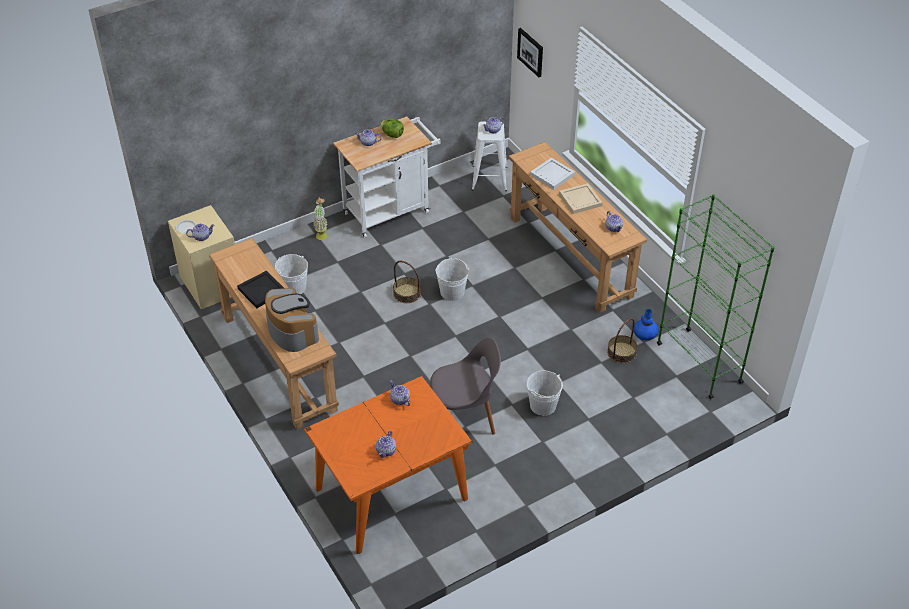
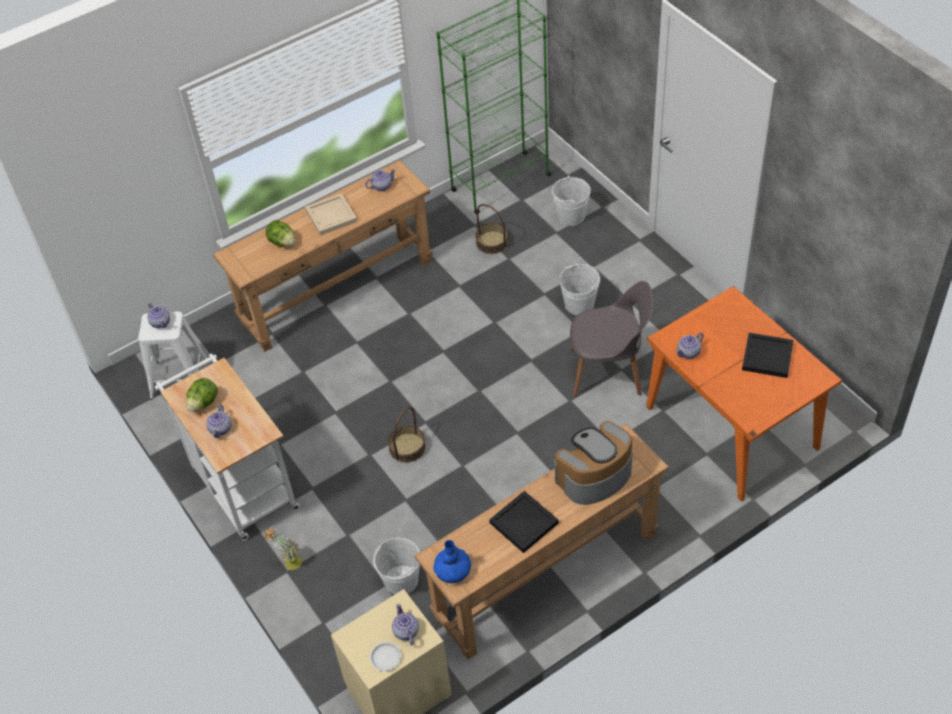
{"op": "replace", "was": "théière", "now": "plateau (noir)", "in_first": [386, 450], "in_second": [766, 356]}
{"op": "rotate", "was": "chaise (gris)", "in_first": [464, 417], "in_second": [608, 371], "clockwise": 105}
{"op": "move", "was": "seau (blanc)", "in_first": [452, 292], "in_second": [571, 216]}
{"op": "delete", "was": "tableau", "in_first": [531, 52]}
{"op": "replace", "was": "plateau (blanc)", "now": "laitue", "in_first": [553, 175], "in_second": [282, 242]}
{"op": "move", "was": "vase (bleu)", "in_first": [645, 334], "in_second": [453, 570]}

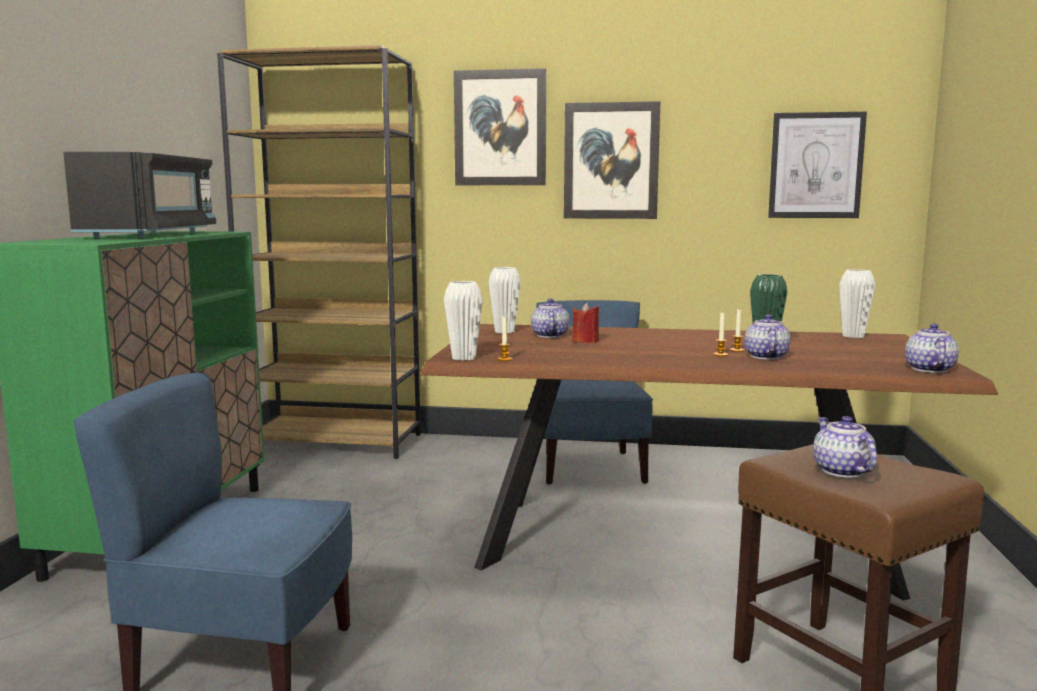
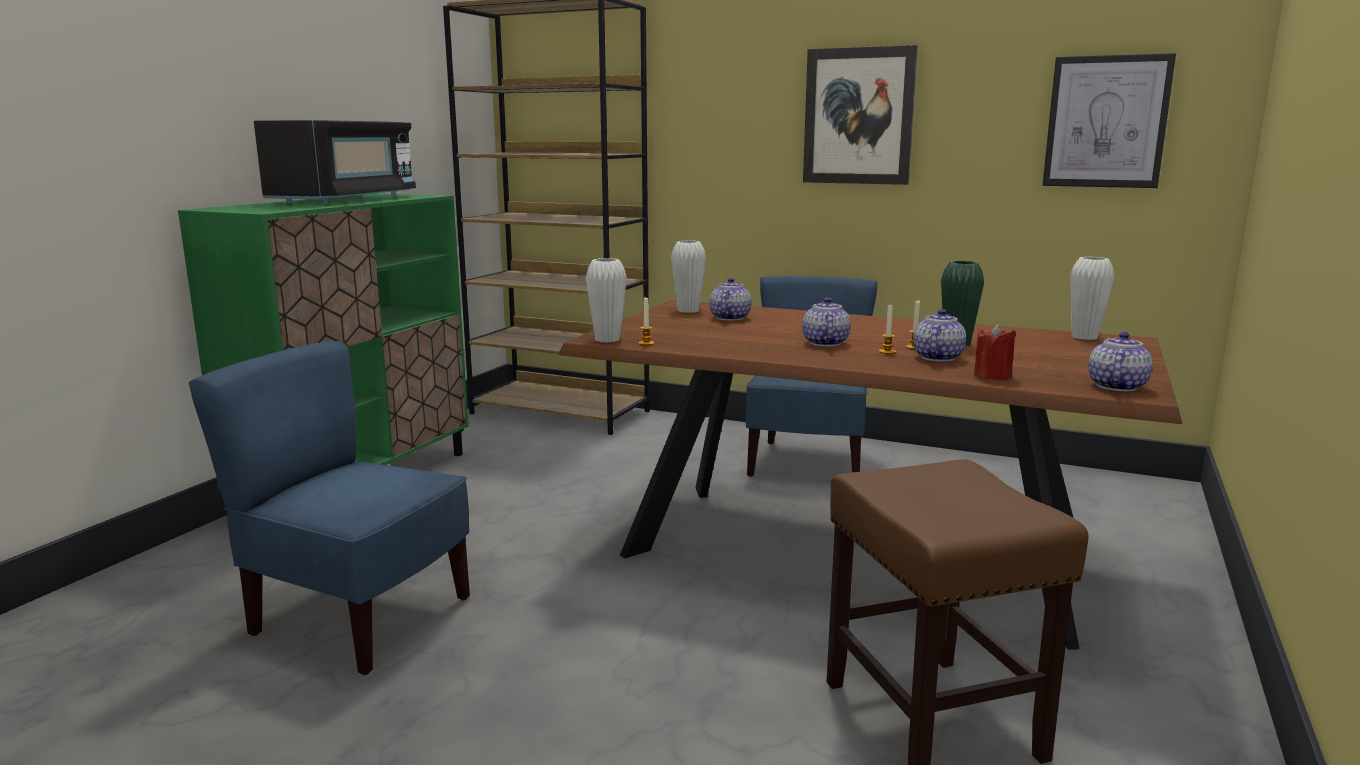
{"op": "delete", "was": "tableau", "in_first": [500, 128]}
{"op": "move", "was": "bougie (rouge)", "in_first": [585, 341], "in_second": [992, 376]}
{"op": "move", "was": "théière", "in_first": [842, 471], "in_second": [824, 343]}

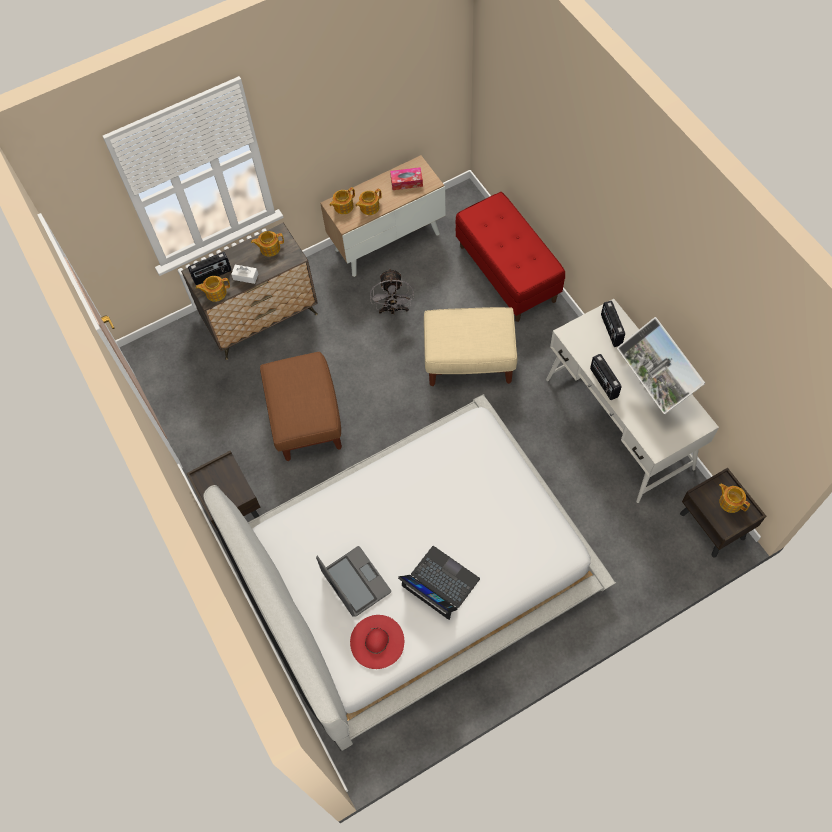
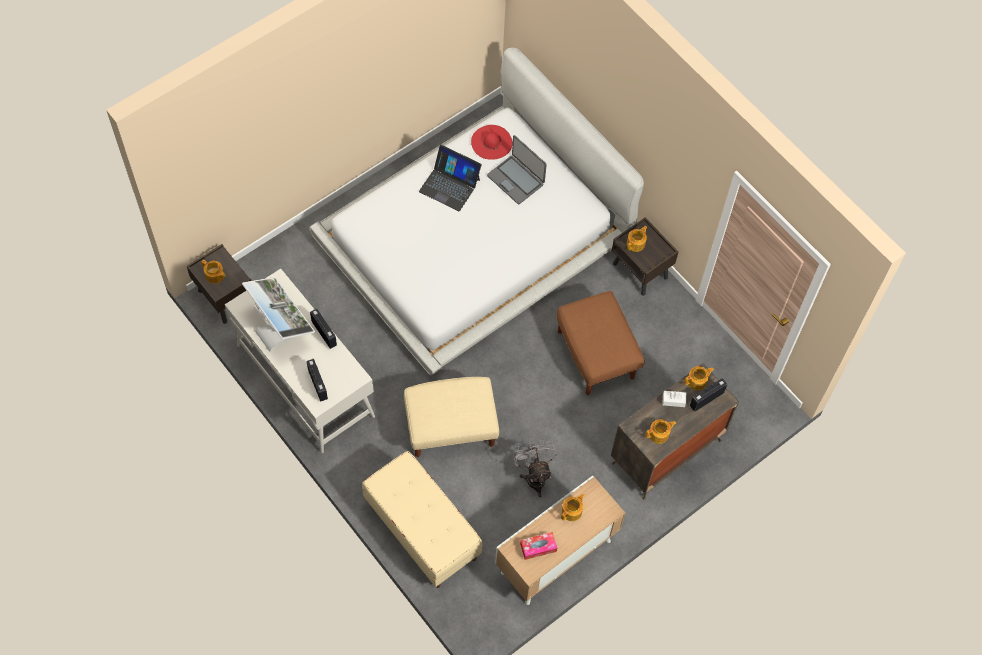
{"op": "move", "was": "théière", "in_first": [343, 206], "in_second": [636, 243]}
{"op": "recolor", "was": "banc (rouge)", "now": "banc (beige)", "in_first": [507, 273], "in_second": [421, 530]}

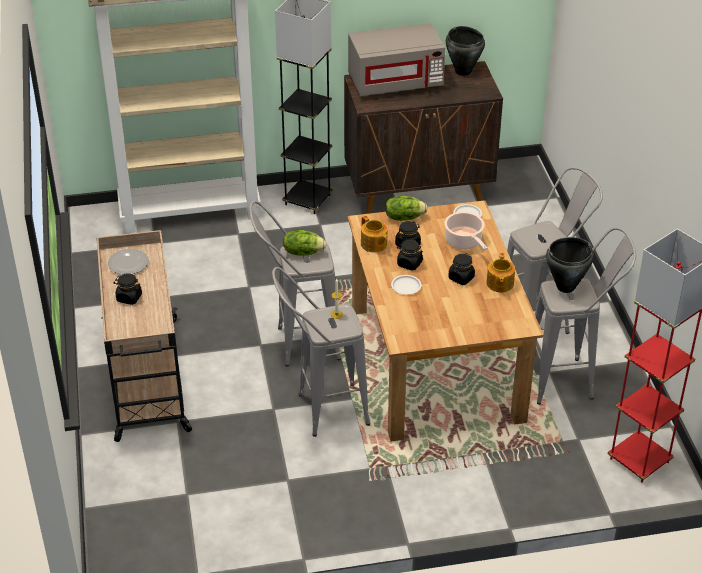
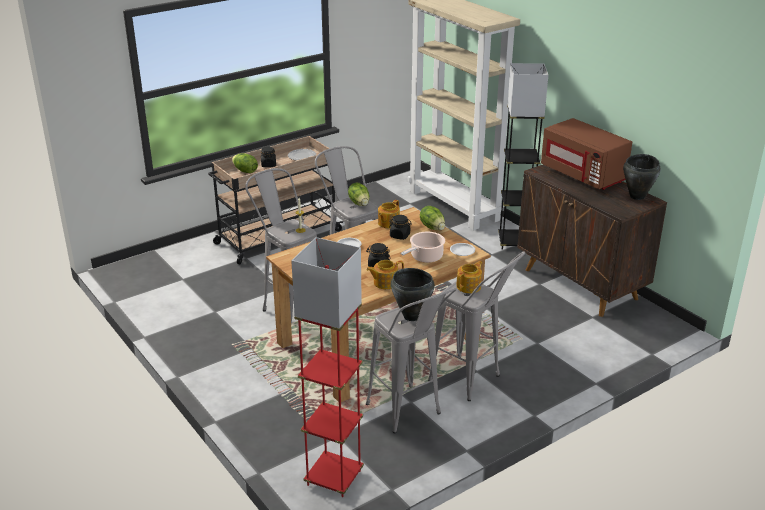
{"op": "recolor", "was": "micro-ondes (gris)", "now": "micro-ondes (marron)", "in_first": [395, 82], "in_second": [583, 175]}
{"op": "delete", "was": "bocal (noir)", "in_first": [409, 263]}
{"op": "insert", "now": "laitue", "in_second": [245, 171]}
{"op": "insert", "now": "théière", "in_second": [469, 286]}

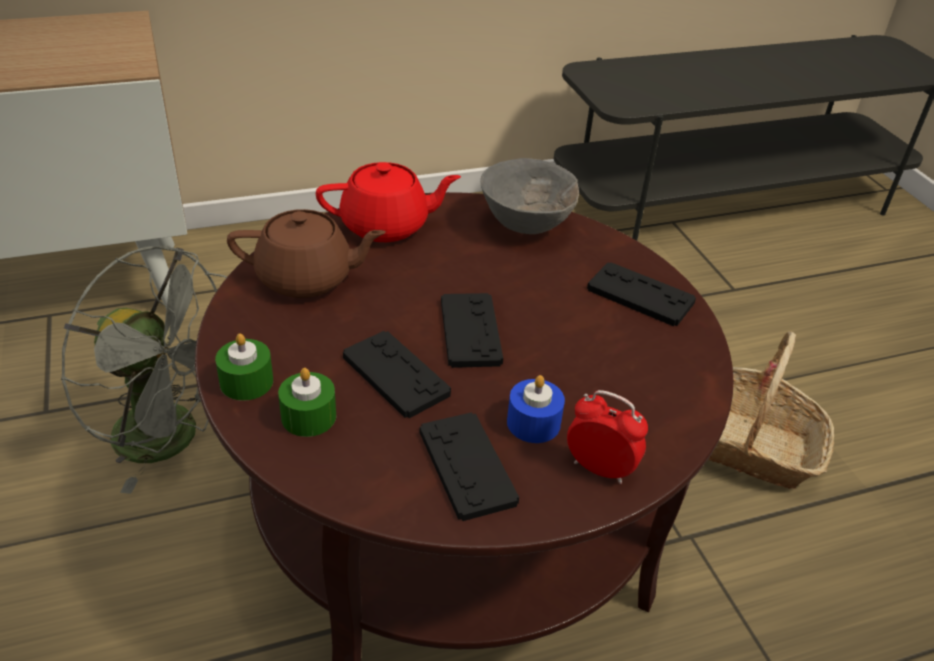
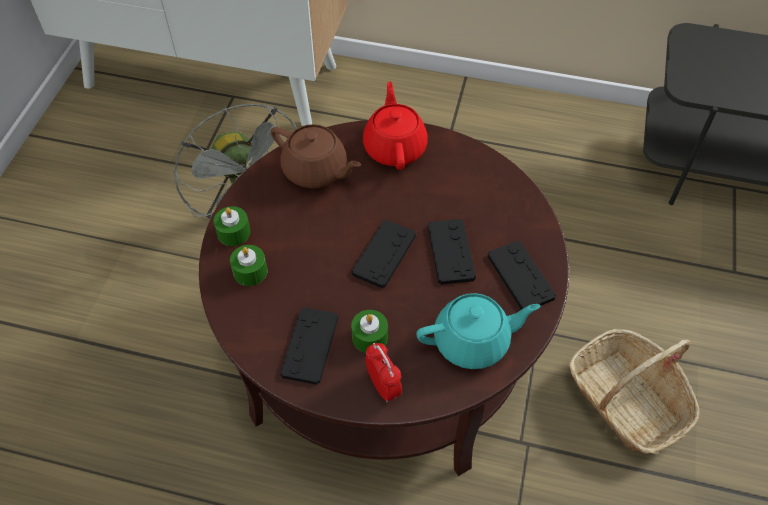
{"op": "rotate", "was": "théière (rouge)", "in_first": [386, 226], "in_second": [395, 147], "clockwise": -120}
{"op": "move", "was": "manette (noir)", "in_first": [395, 375], "in_second": [450, 252]}
{"op": "delete", "was": "bol (gris)", "in_first": [527, 226]}
{"op": "recolor", "was": "bougie (bleu)", "now": "bougie (vert)", "in_first": [533, 423], "in_second": [370, 337]}
{"op": "insert", "now": "théière (turquoise)", "in_second": [473, 341]}

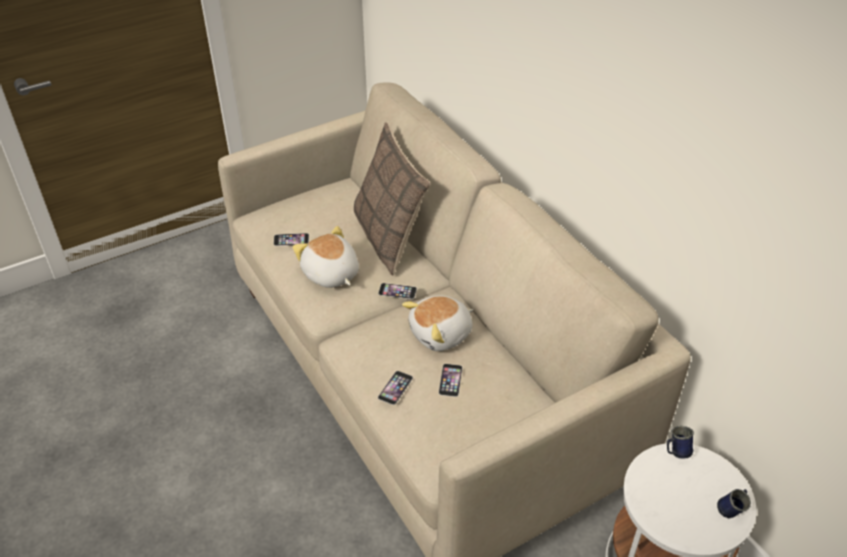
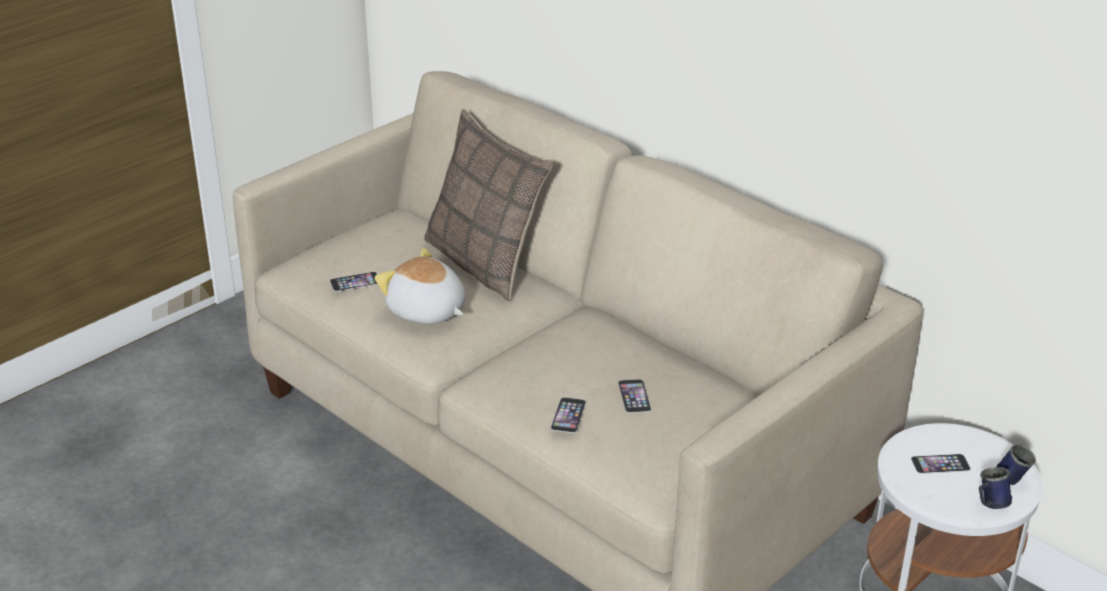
{"op": "move", "was": "téléphone", "in_first": [397, 291], "in_second": [940, 464]}
{"op": "delete", "was": "peluche", "in_first": [441, 334]}
{"op": "move", "was": "mug (bleu)", "in_first": [676, 452], "in_second": [989, 505]}

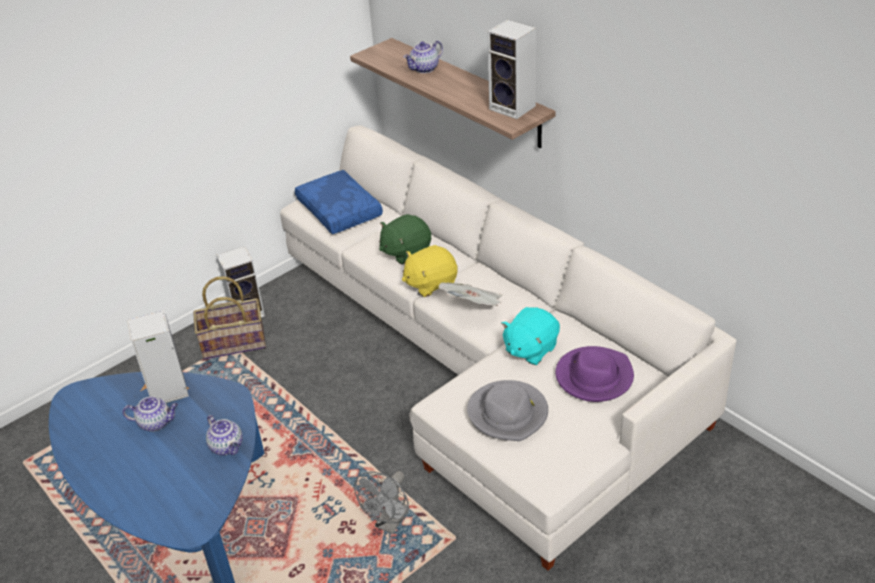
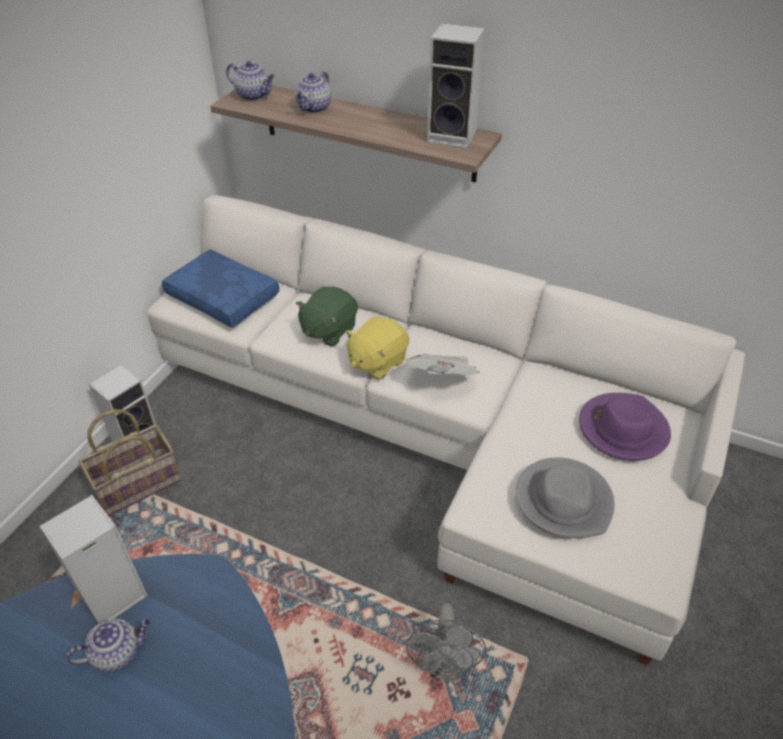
{"op": "move", "was": "théière", "in_first": [227, 447], "in_second": [254, 95]}
{"op": "delete", "was": "peluche (turquoise)", "in_first": [530, 349]}

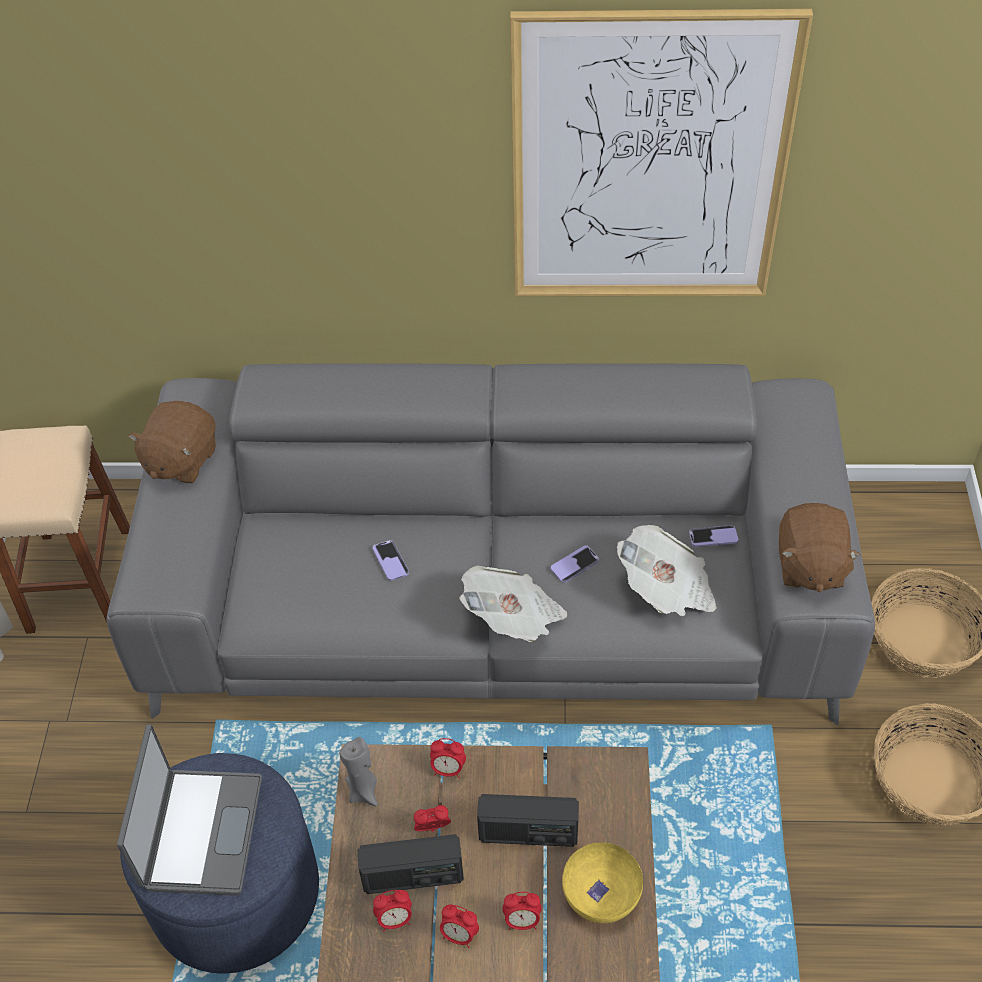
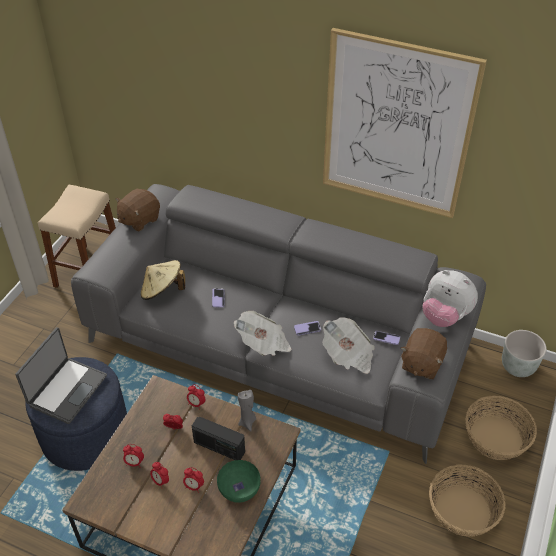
{"op": "move", "was": "bougie (gris)", "in_first": [363, 791], "in_second": [247, 422]}
{"op": "delete", "was": "radio", "in_first": [413, 876]}
{"op": "recolor", "was": "bol (jaune)", "now": "bol (vert)", "in_first": [600, 895], "in_second": [238, 489]}
{"op": "insert", "now": "chapeau (beige)", "in_second": [162, 291]}
{"op": "insert", "now": "peluche", "in_second": [444, 316]}
{"op": "insert", "now": "cache-pot (gris)", "in_second": [517, 367]}

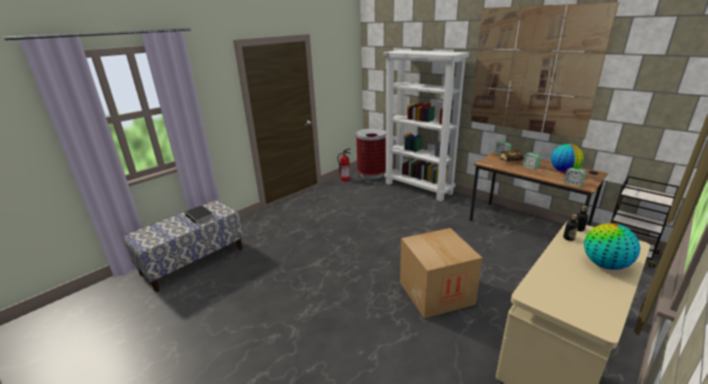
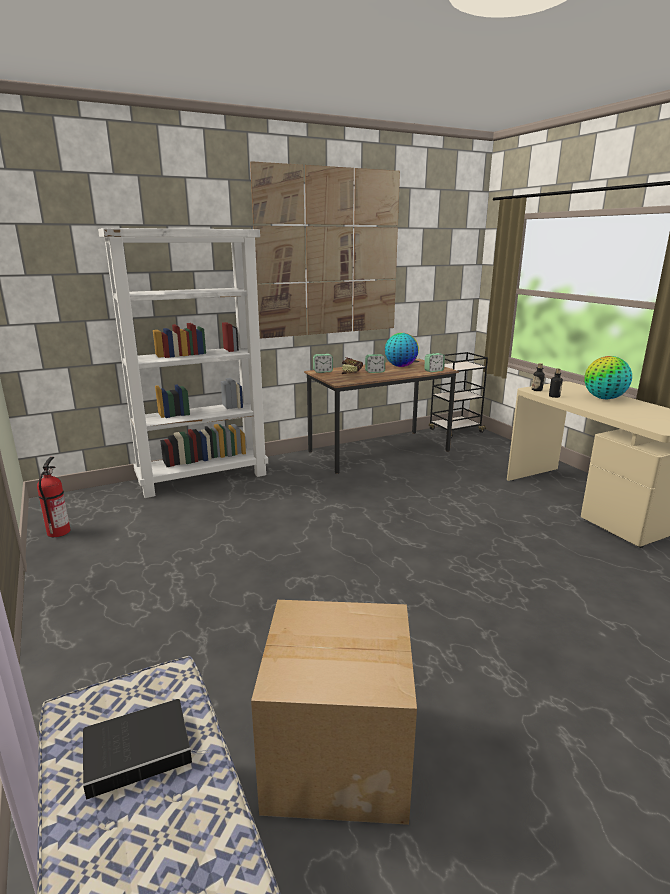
{"op": "delete", "was": "poubelle", "in_first": [371, 174]}
{"op": "move", "was": "carton", "in_first": [436, 292], "in_second": [337, 754]}

